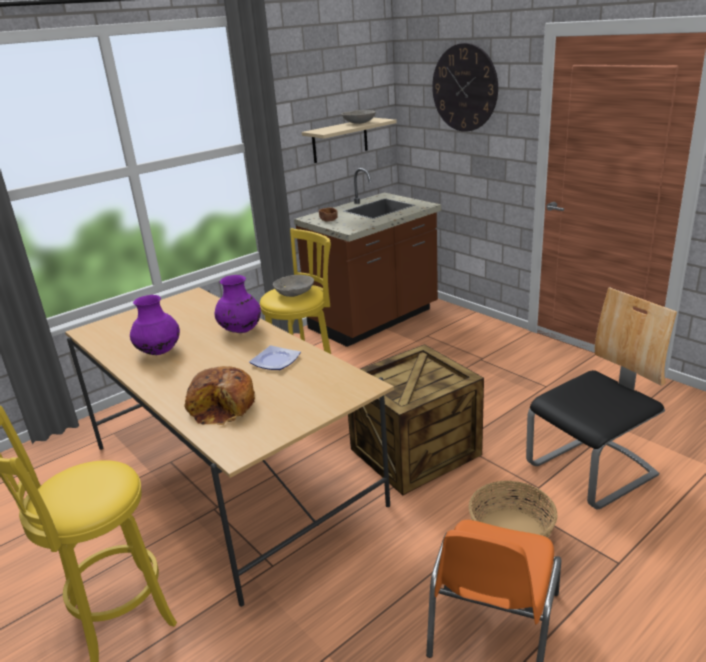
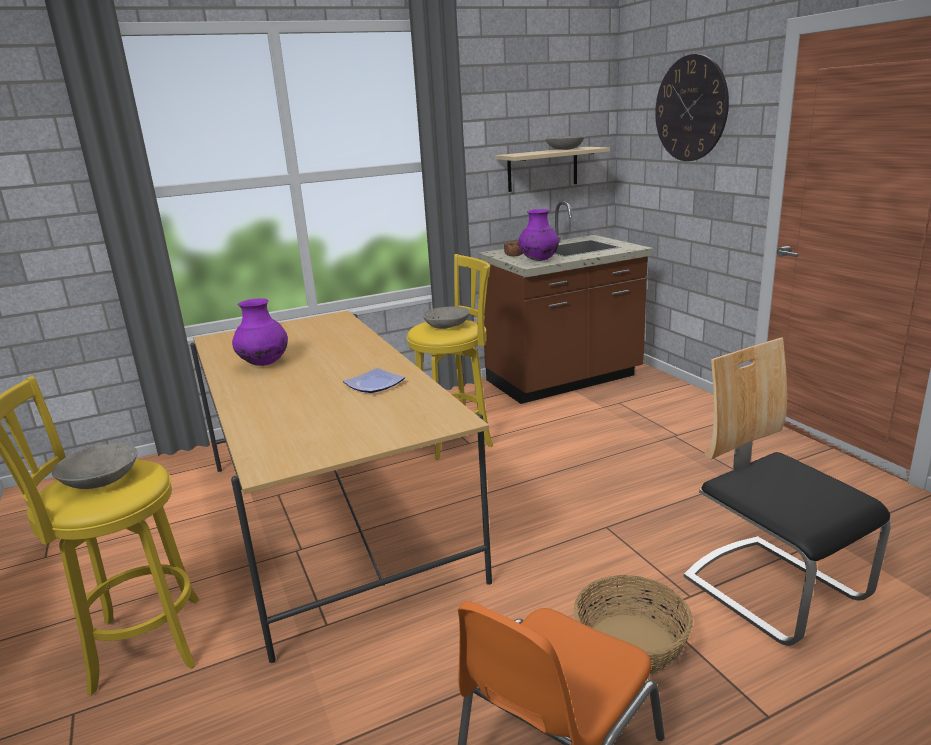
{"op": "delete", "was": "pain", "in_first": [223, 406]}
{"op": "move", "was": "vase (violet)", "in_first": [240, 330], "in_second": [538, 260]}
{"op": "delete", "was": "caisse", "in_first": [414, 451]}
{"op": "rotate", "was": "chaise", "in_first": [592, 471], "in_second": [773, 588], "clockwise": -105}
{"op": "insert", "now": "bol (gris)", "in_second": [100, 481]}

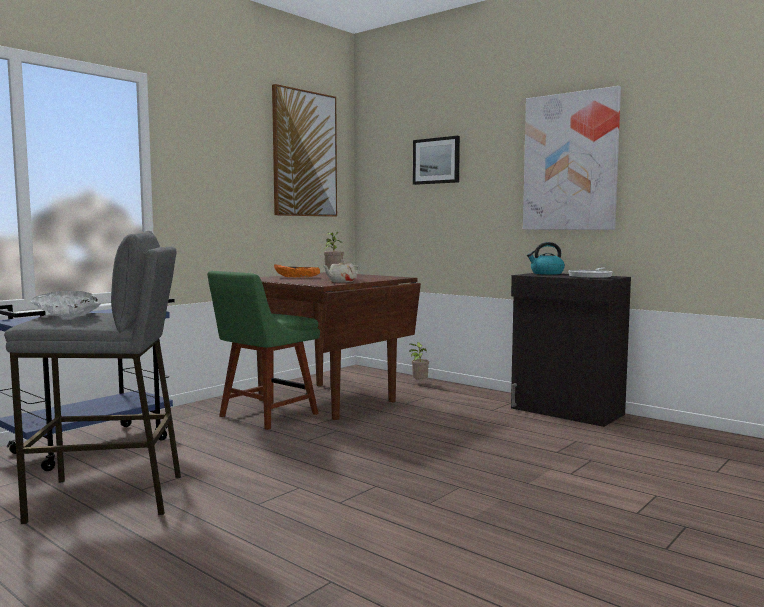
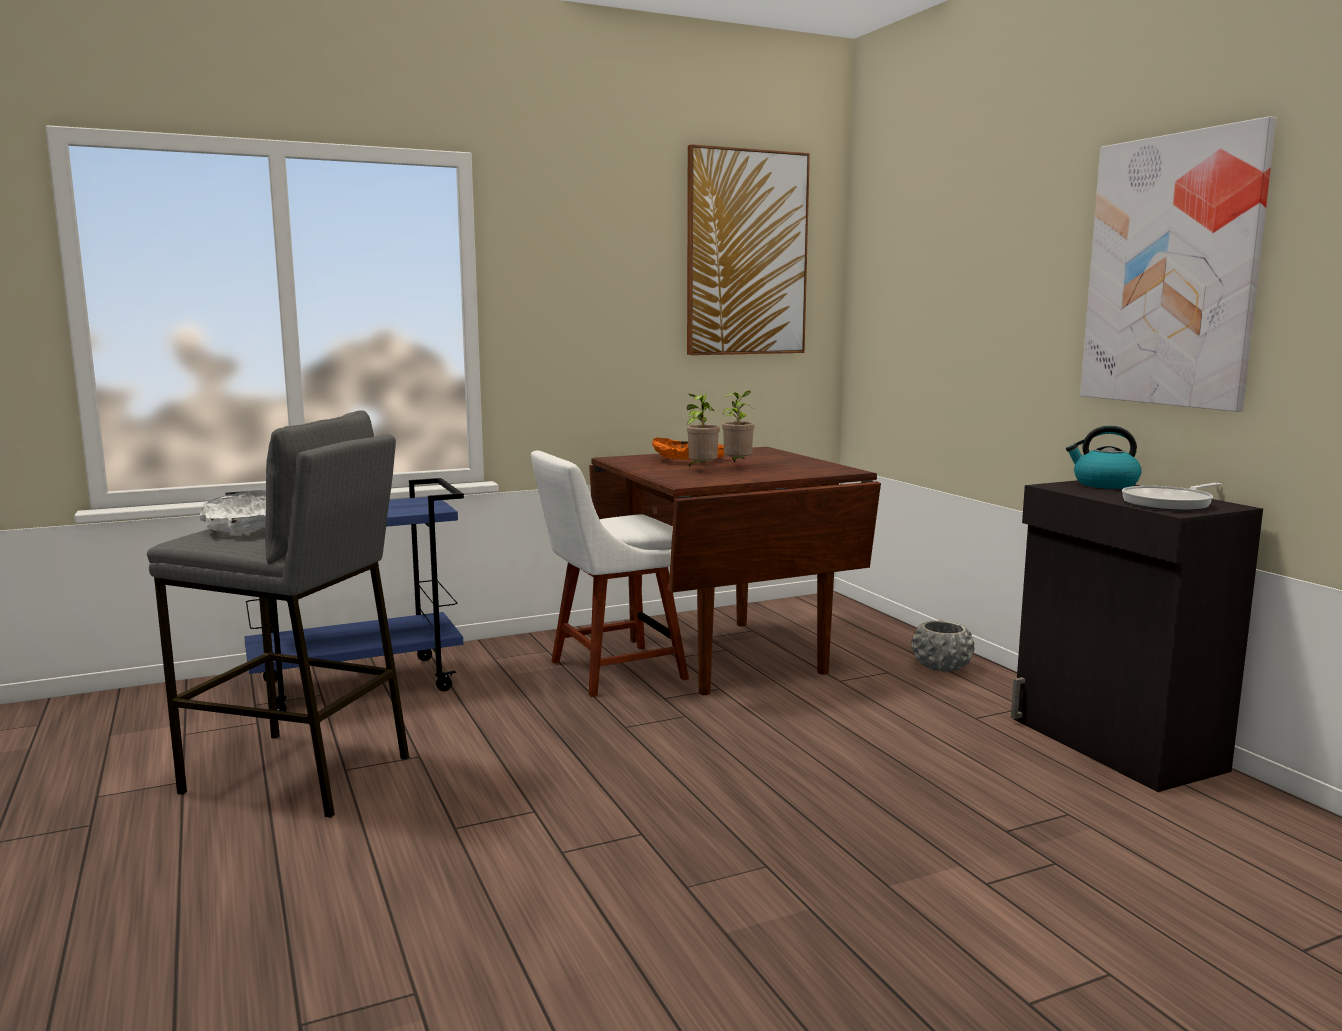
{"op": "recolor", "was": "chaise (vert)", "now": "chaise (blanc)", "in_first": [265, 416], "in_second": [611, 671]}
{"op": "delete", "was": "théière (beige)", "in_first": [341, 282]}
{"op": "move", "was": "plante en pot", "in_first": [419, 383], "in_second": [701, 470]}
{"op": "delete", "was": "tableau", "in_first": [436, 161]}
{"op": "insert", "now": "cache-pot (gris)", "in_second": [941, 666]}

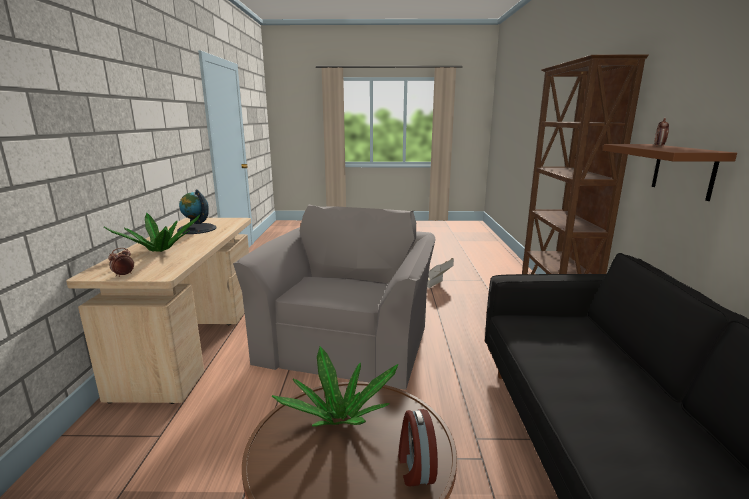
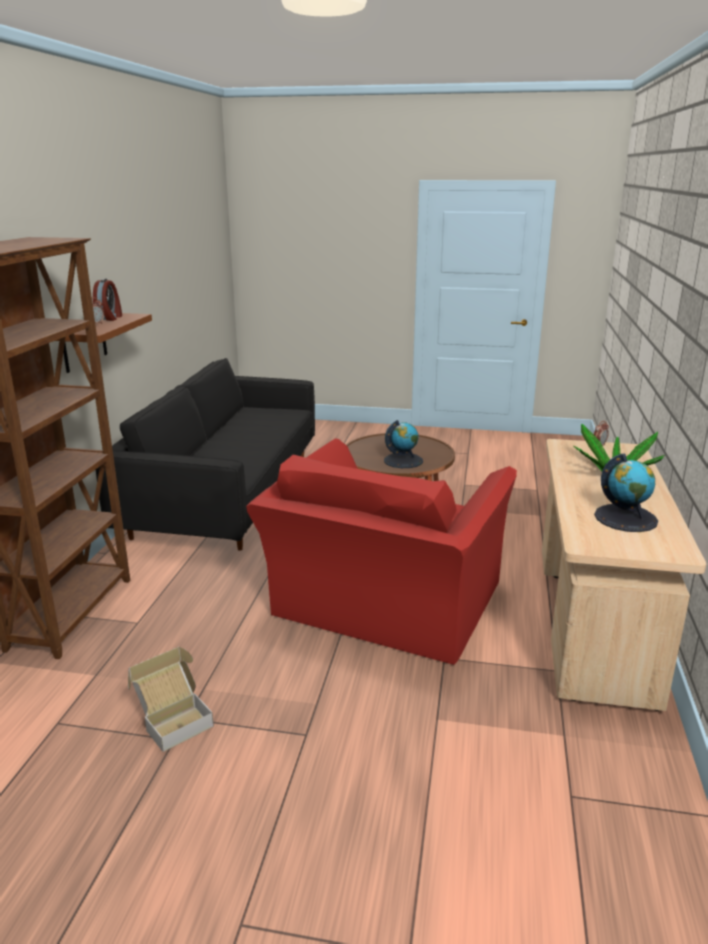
{"op": "recolor", "was": "fauteuil (gris)", "now": "fauteuil (rouge)", "in_first": [348, 339], "in_second": [383, 605]}
{"op": "replace", "was": "plante en pot", "now": "globe", "in_first": [339, 418], "in_second": [403, 460]}
{"op": "move", "was": "réveil", "in_first": [415, 467], "in_second": [110, 318]}

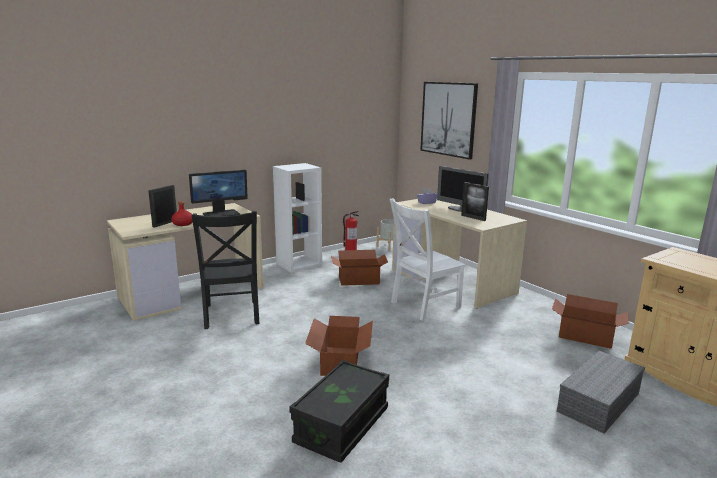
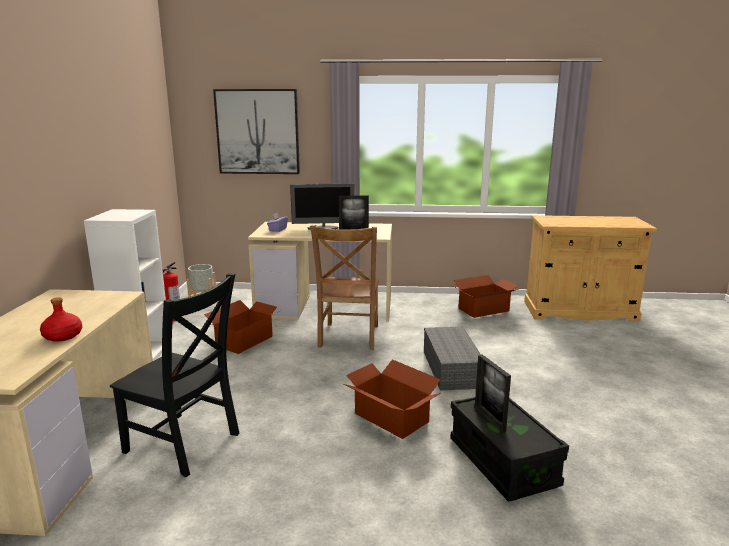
{"op": "move", "was": "cadre photo", "in_first": [165, 223], "in_second": [489, 419]}
{"op": "delete", "was": "écran d'ordinateur", "in_first": [221, 214]}
{"op": "recolor", "was": "chaise (blanc)", "now": "chaise (marron)", "in_first": [423, 305], "in_second": [348, 337]}
{"op": "move", "was": "boîte de rangement (gris)", "in_first": [598, 401], "in_second": [450, 368]}

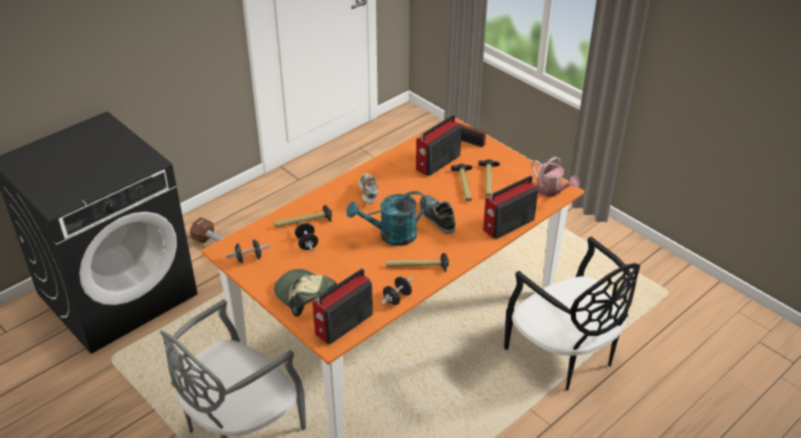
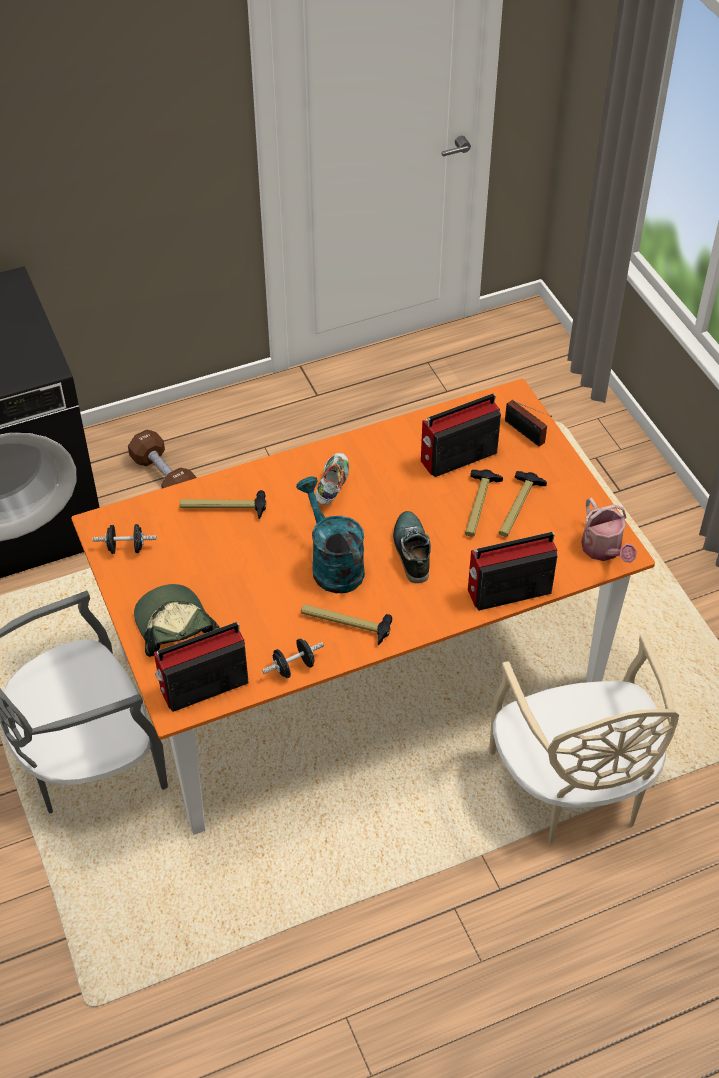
{"op": "delete", "was": "haltère (noir)", "in_first": [307, 244]}
{"op": "rotate", "was": "arrosoir (turquoise)", "in_first": [391, 236], "in_second": [332, 564], "clockwise": 60}
{"op": "recolor", "was": "chaise (noir)", "now": "chaise (beige)", "in_first": [564, 355], "in_second": [573, 787]}

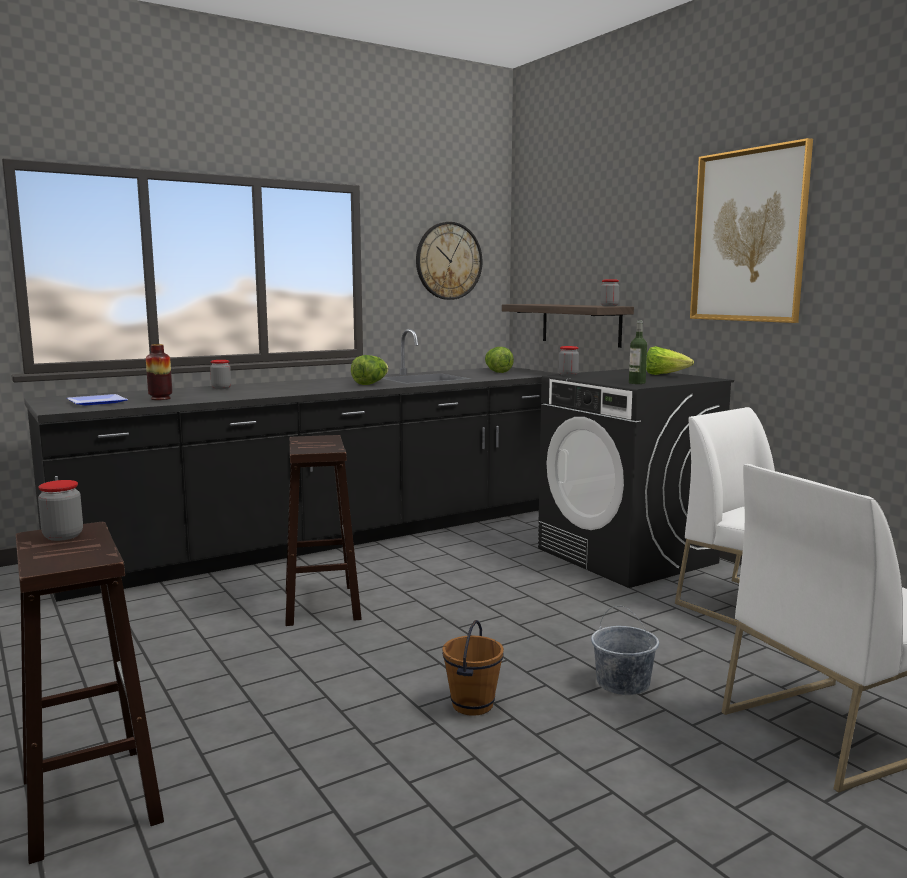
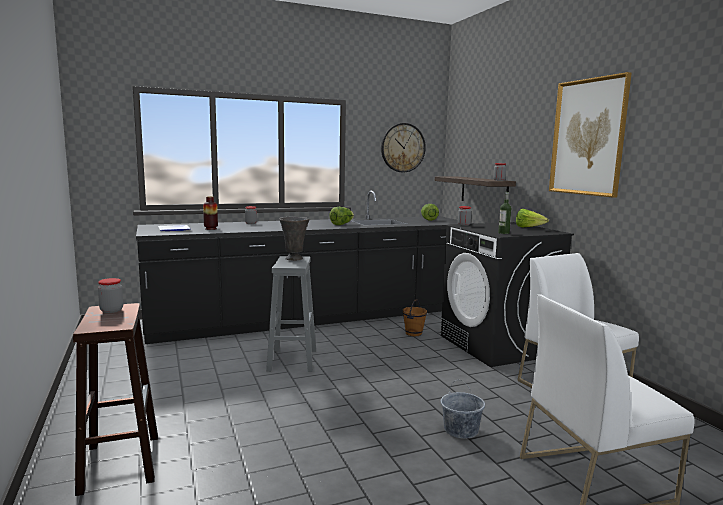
{"op": "recolor", "was": "tabouret (marron)", "now": "tabouret (gris)", "in_first": [321, 604], "in_second": [292, 359]}
{"op": "move", "was": "seau (marron)", "in_first": [473, 705], "in_second": [414, 333]}
{"op": "insert", "now": "vase (gris)", "in_second": [294, 259]}

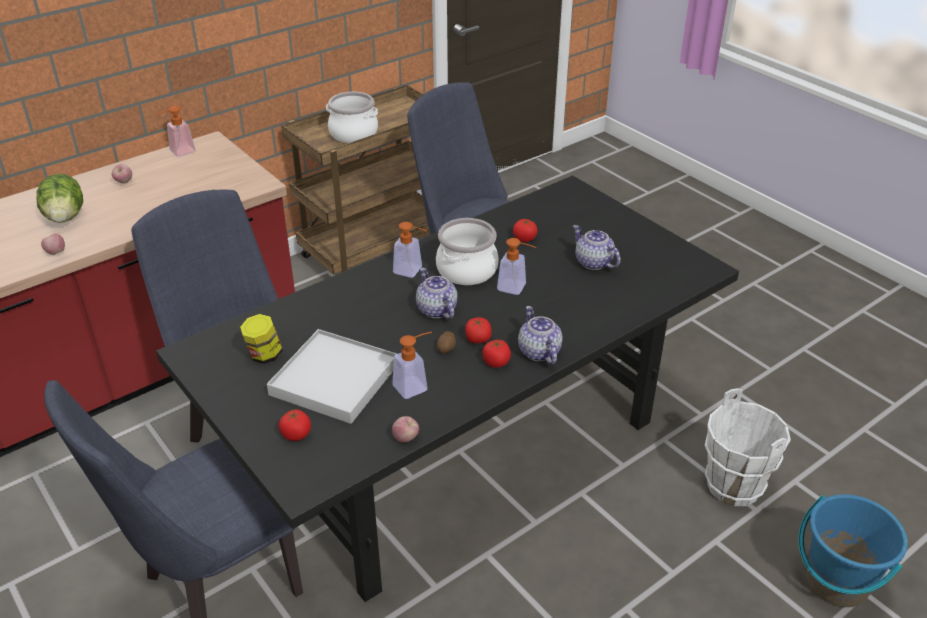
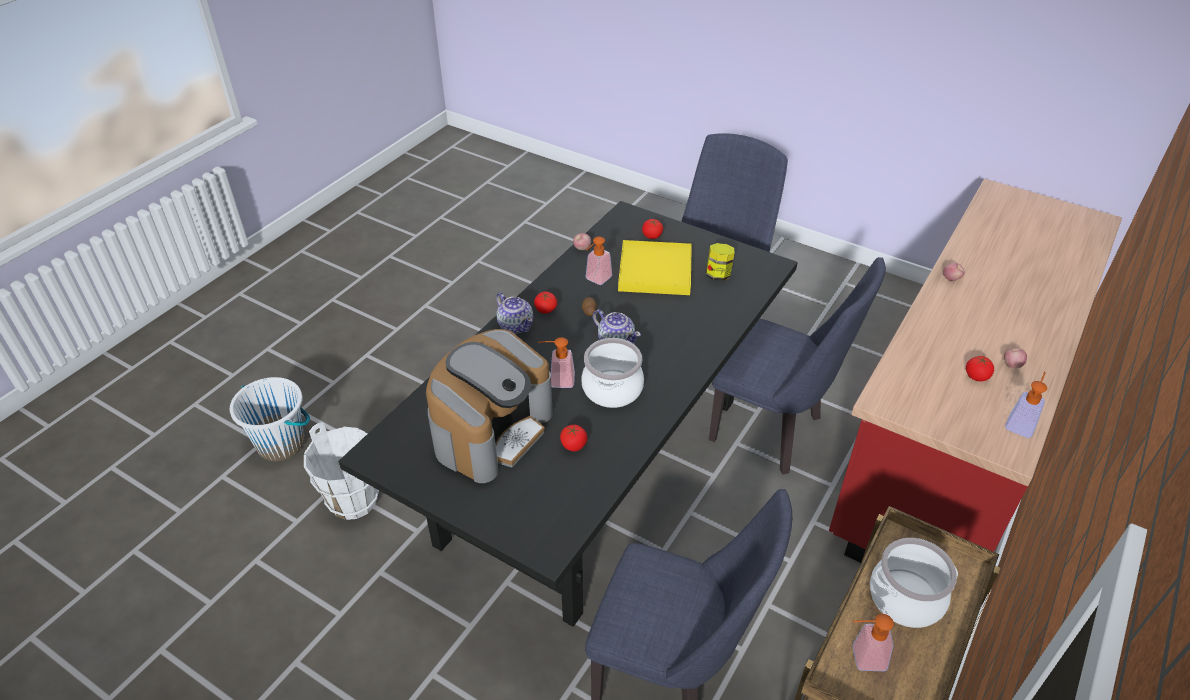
{"op": "delete", "was": "laitue", "in_first": [65, 217]}
{"op": "recolor", "was": "plateau (blanc)", "now": "plateau (jaune)", "in_first": [334, 380], "in_second": [655, 271]}
{"op": "move", "was": "distributeur de savon", "in_first": [412, 271], "in_second": [862, 657]}
{"op": "move", "was": "tomate", "in_first": [478, 339], "in_second": [977, 376]}
{"op": "replace", "was": "théière", "now": "machine à café", "in_first": [593, 263], "in_second": [492, 430]}
{"op": "recolor", "was": "seau (bleu)", "now": "seau (blanc)", "in_first": [836, 582], "in_second": [281, 444]}

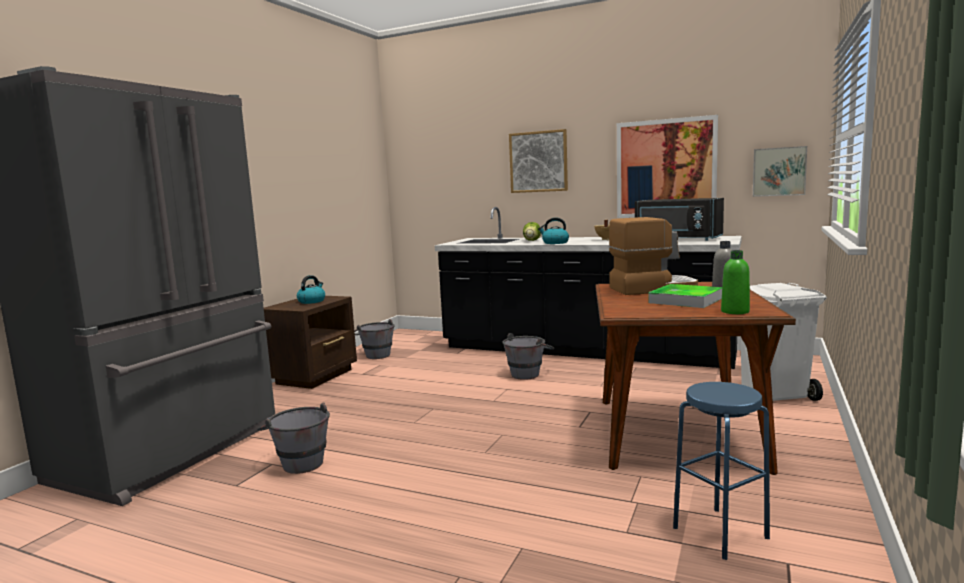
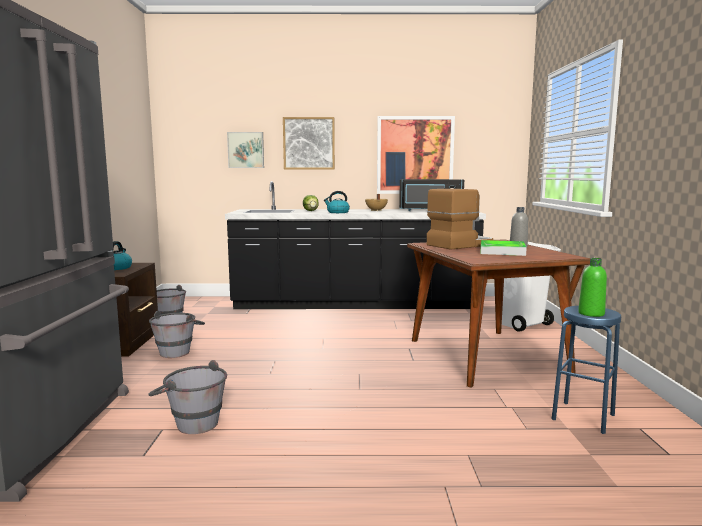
{"op": "move", "was": "seau (gris)", "in_first": [529, 373], "in_second": [178, 351]}
{"op": "move", "was": "bouteille (vert)", "in_first": [735, 311], "in_second": [591, 313]}
{"op": "move", "was": "tableau", "in_first": [779, 171], "in_second": [246, 150]}

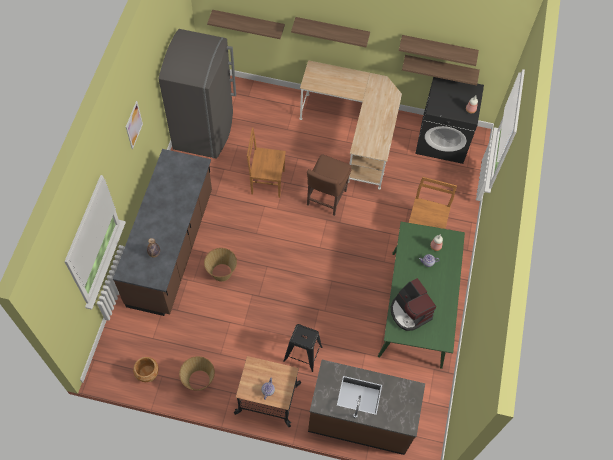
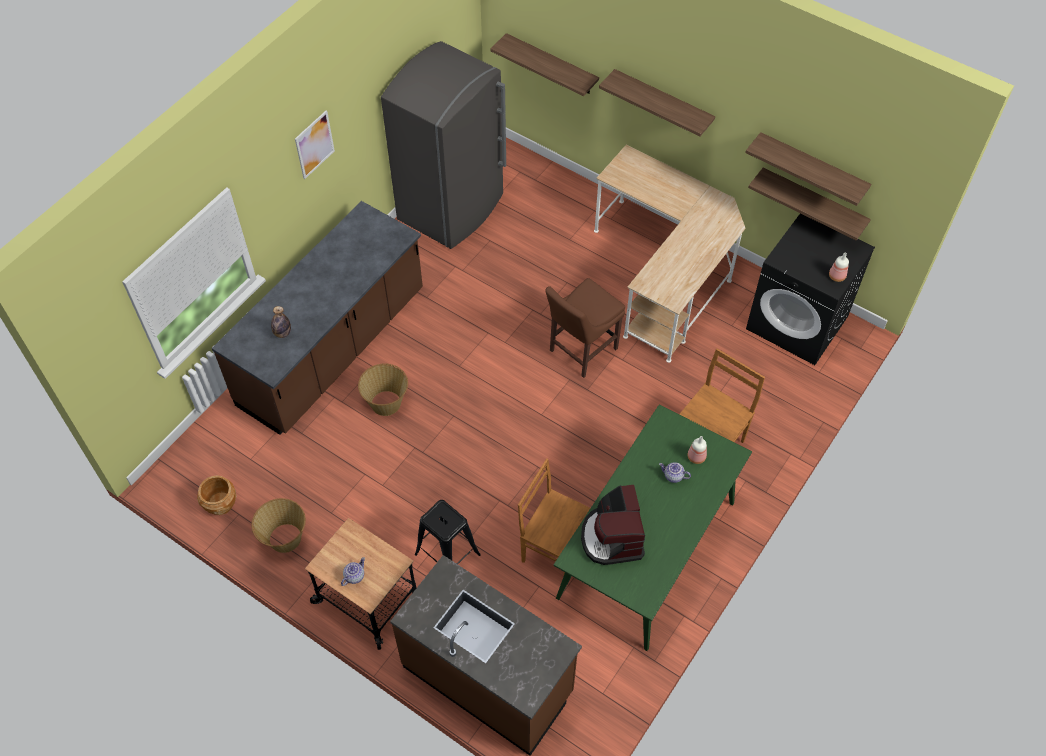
{"op": "move", "was": "chaise (marron)", "in_first": [266, 182], "in_second": [555, 549]}

